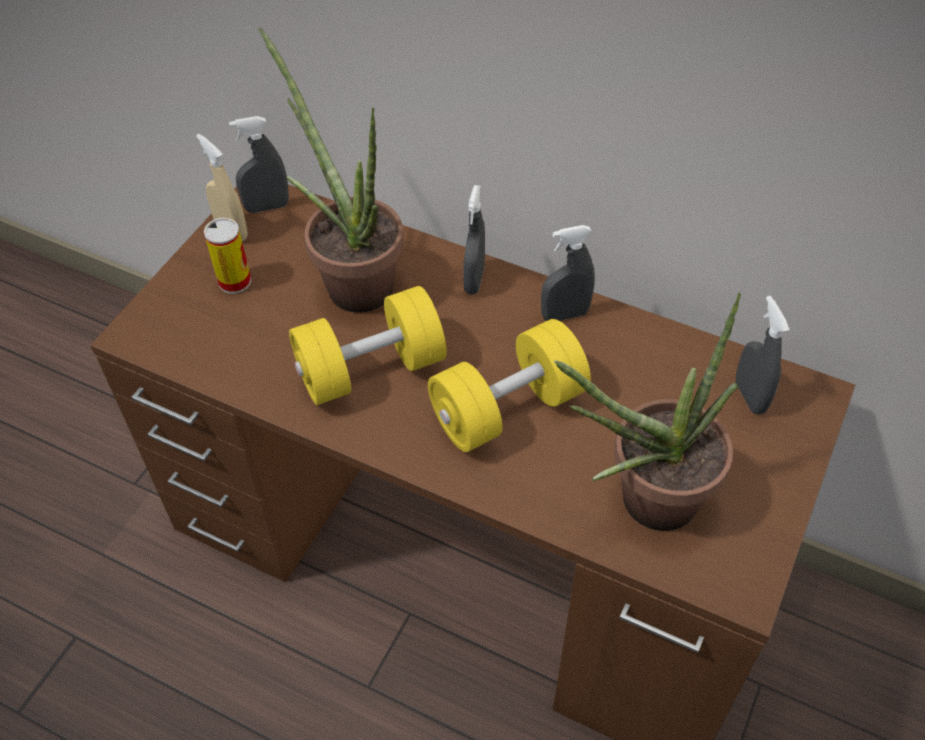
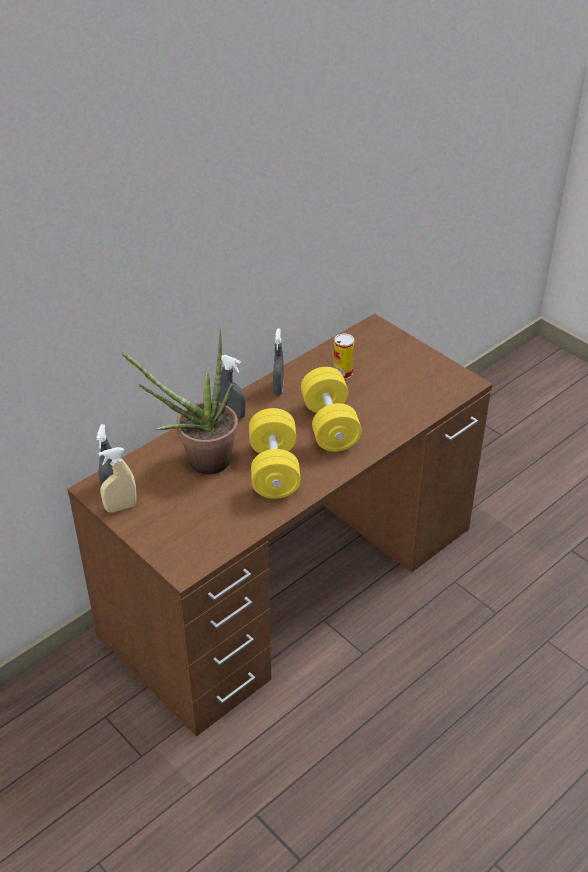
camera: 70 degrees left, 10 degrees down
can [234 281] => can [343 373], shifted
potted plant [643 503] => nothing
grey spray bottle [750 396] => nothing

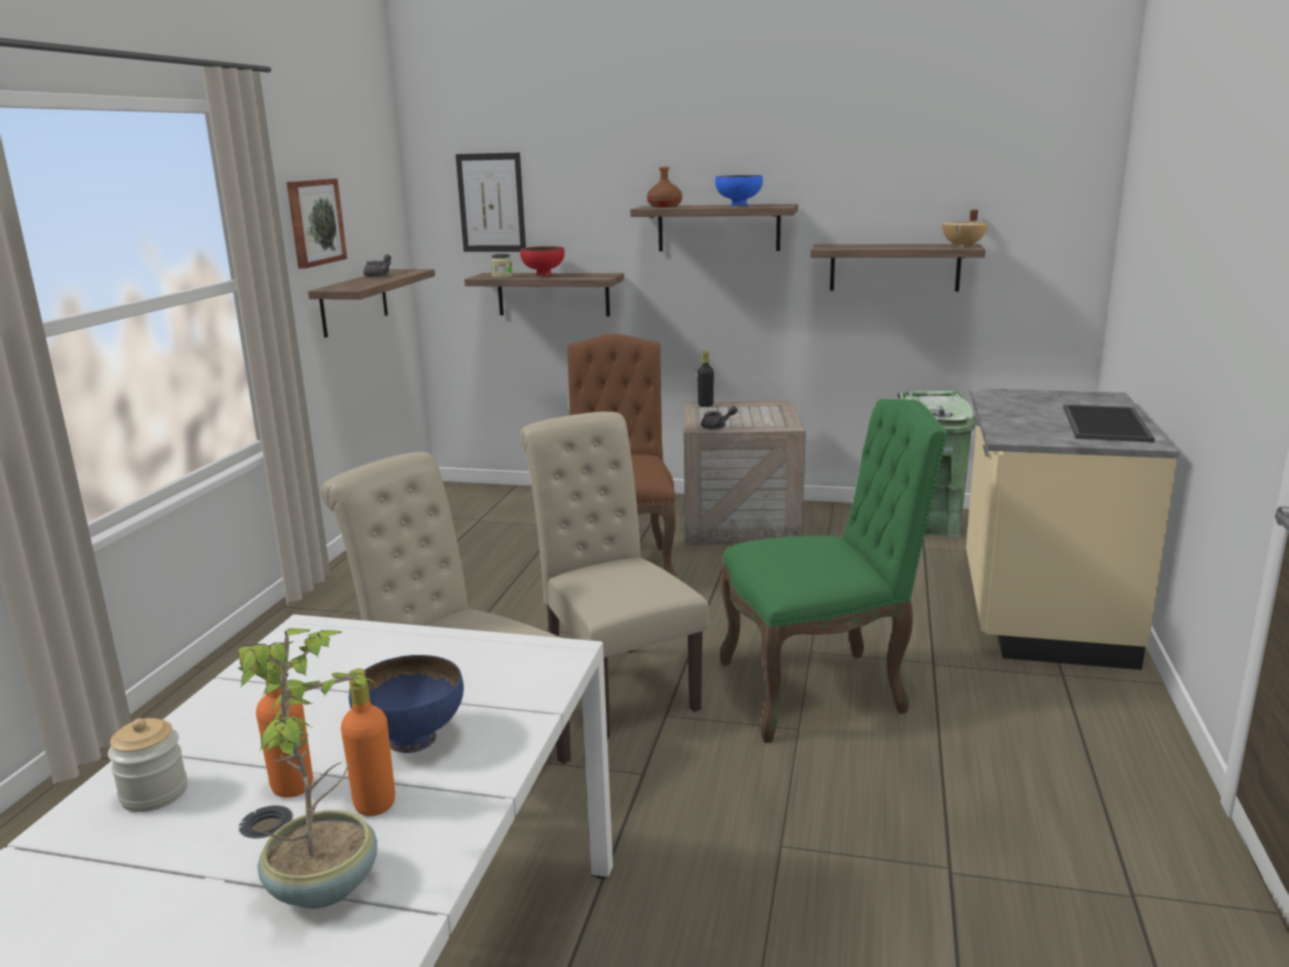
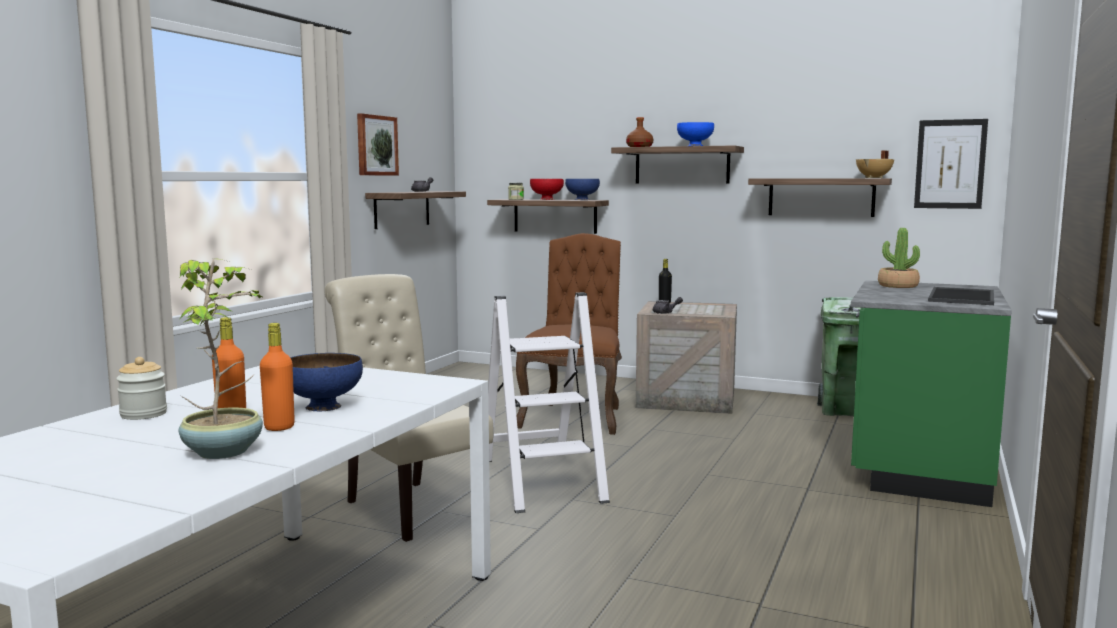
camera: 10 degrees right, 10 degrees down
picture [491 203] => picture [950 164], shifted
beige chair [615 684] => white step ladder [541 479]
green chair [817 690] => nothing
beige counter [1039 614] => green counter [917 468]
nothing => blue bowl [582 200]
nothing => potted plant [897 286]

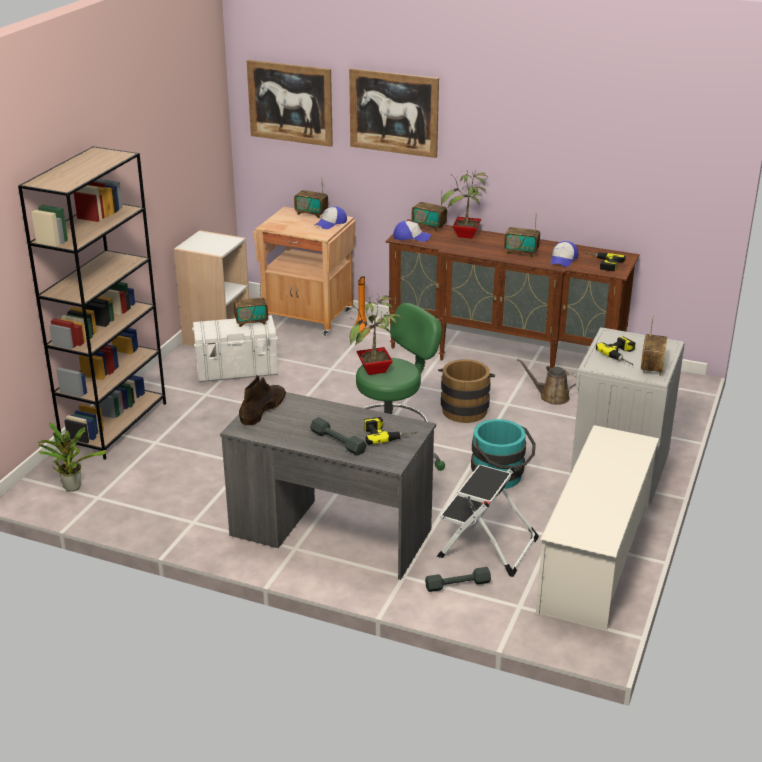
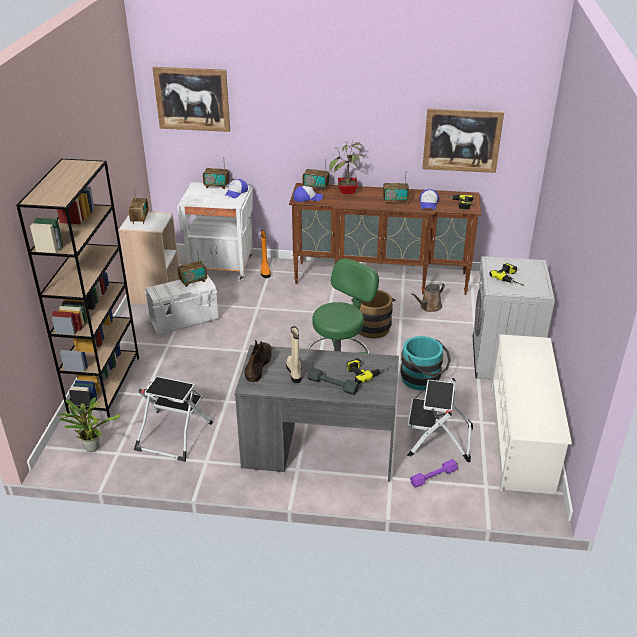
camera: 15 degrees left, 5 degrees up
brown cart [309 319] => white cart [221 268]
picture [394 112] => picture [462 140], shifted
potted plant [374 371] => nothing
grey dumbbell [457 585] => purple dumbbell [433 477]
brown watering can [551 397] => brown watering can [429 307], 45 degrees counterclockwise
radio [652 367] => radio [139 219], shifted
nothing => step ladder [173 434]
nothing => beige boot [294 372]

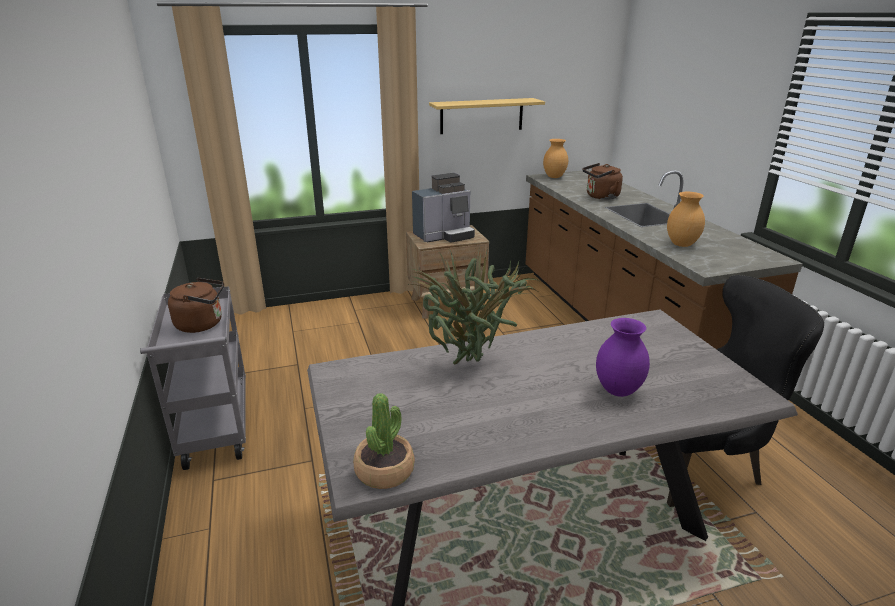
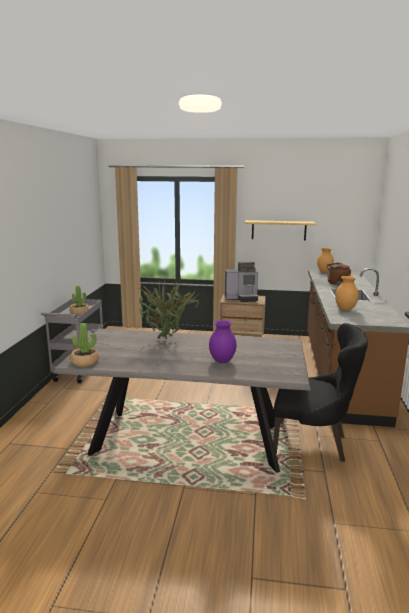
camera: 25 degrees right, 10 degrees down
brown kettle [203 324] => potted plant [79 313]

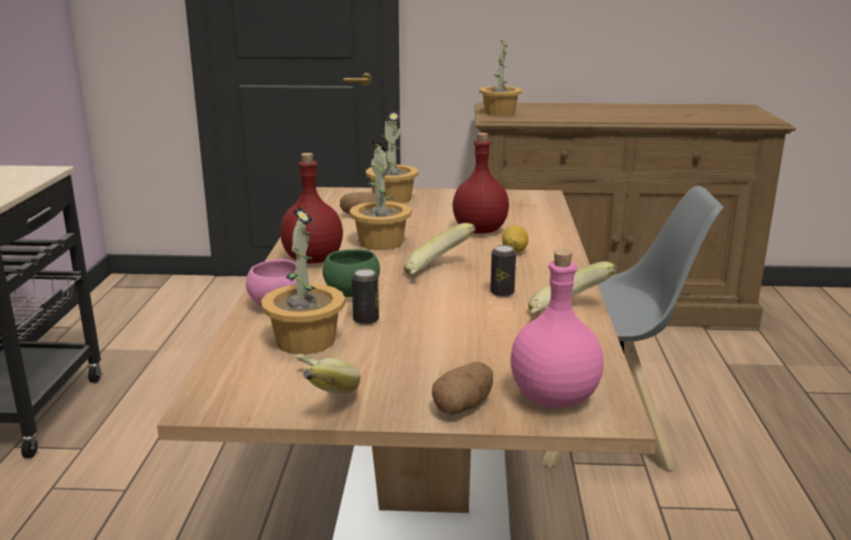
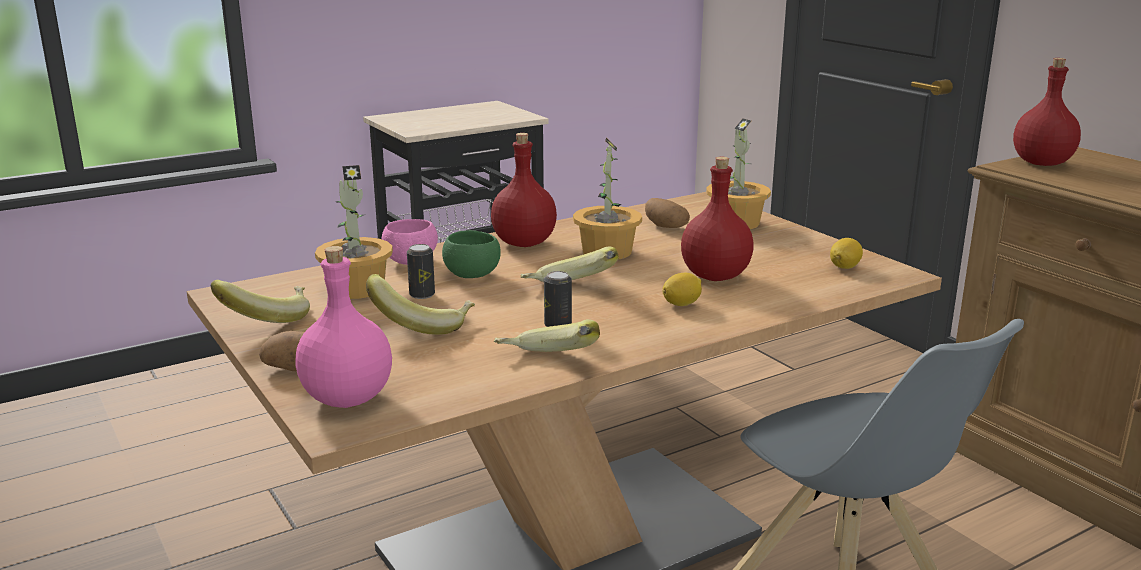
camera: 55 degrees right, 0 degrees up
potted plant [499 113] => red bottle [1041 163]
nothing => banana [423 325]
nothing => lemon [844 267]

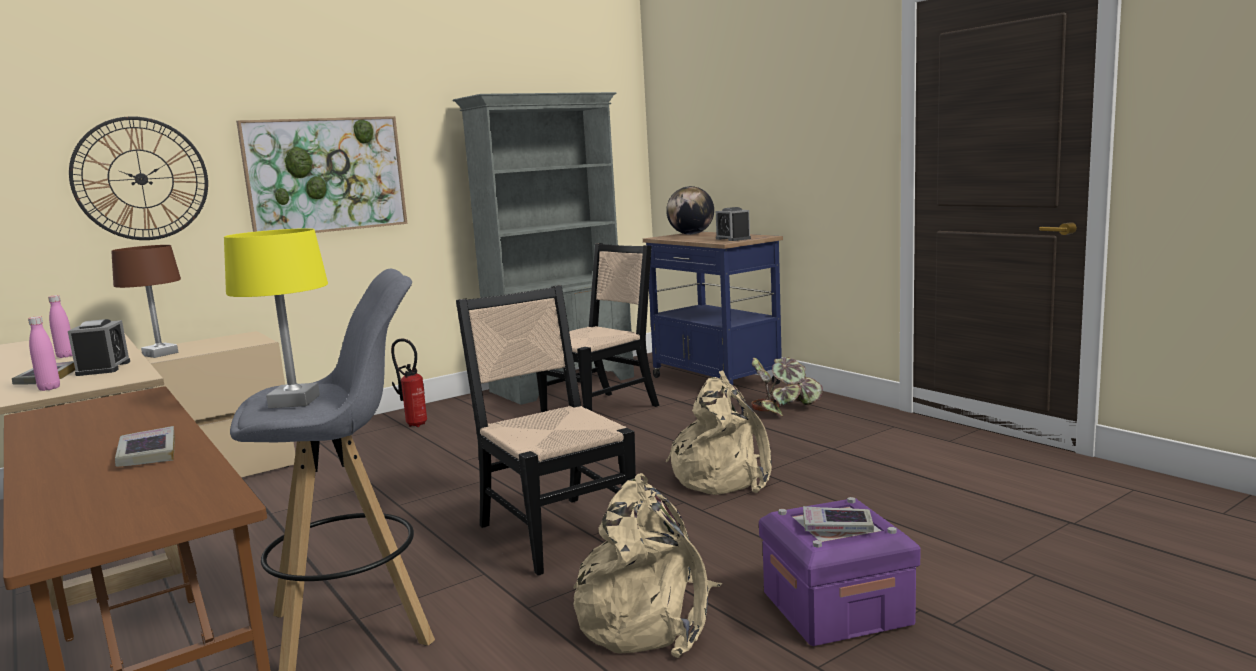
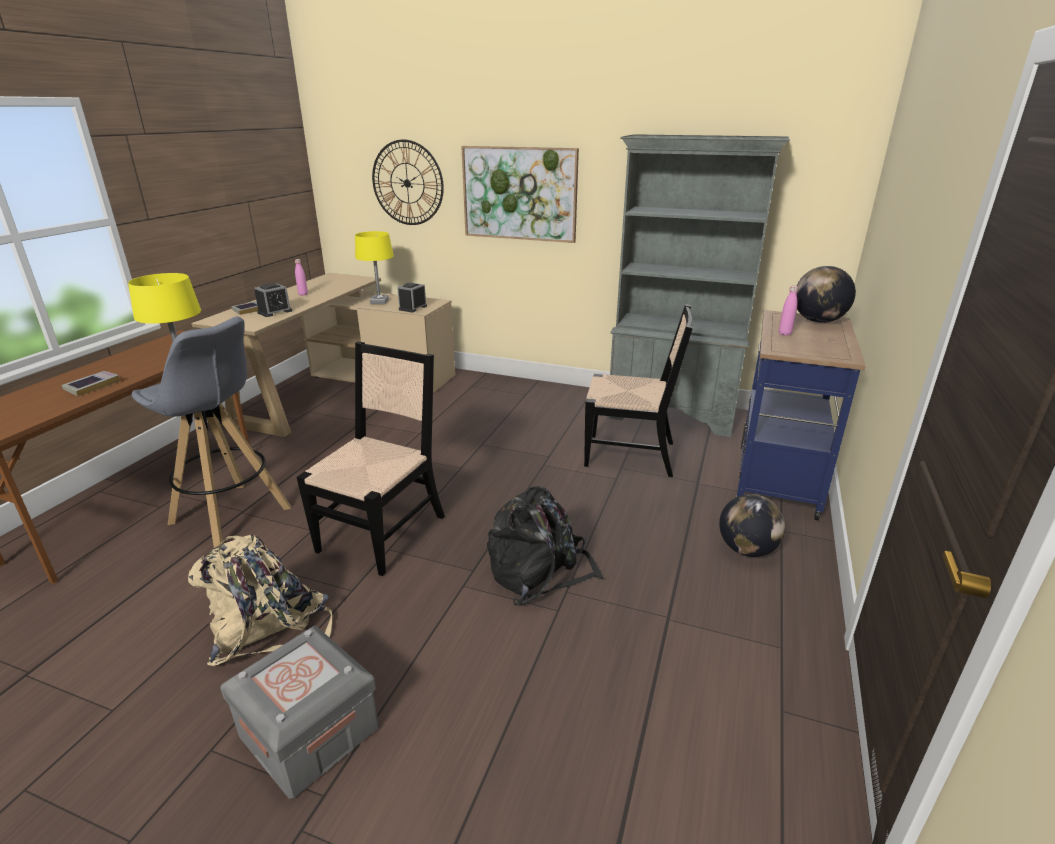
camera: 55 degrees right, 15 degrees up
pink bottle [49 388] => pink bottle [784 334], shifted
brown table lamp [160 354] => yellow table lamp [379 302]
fire extinguisher [414 424] => nothing
beige backpack [722 476] => black backpack [540 572]
alarm clock [733 239] => alarm clock [413 308], shifted
potted plant [784 409] => globe [747 549]
purple storage box [836 608] => grey storage box [309 732]
book [837 526] => nothing

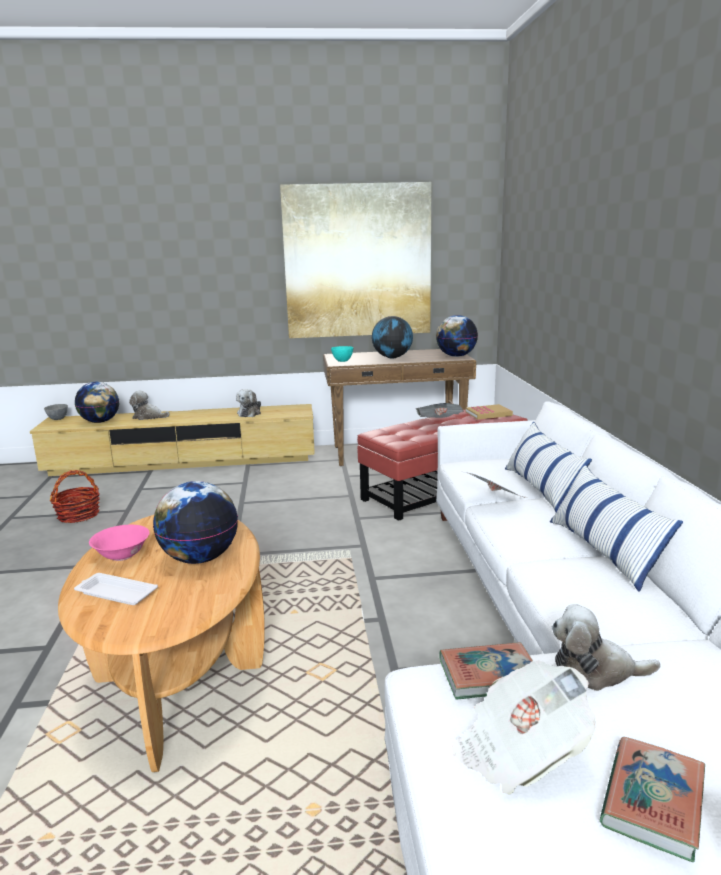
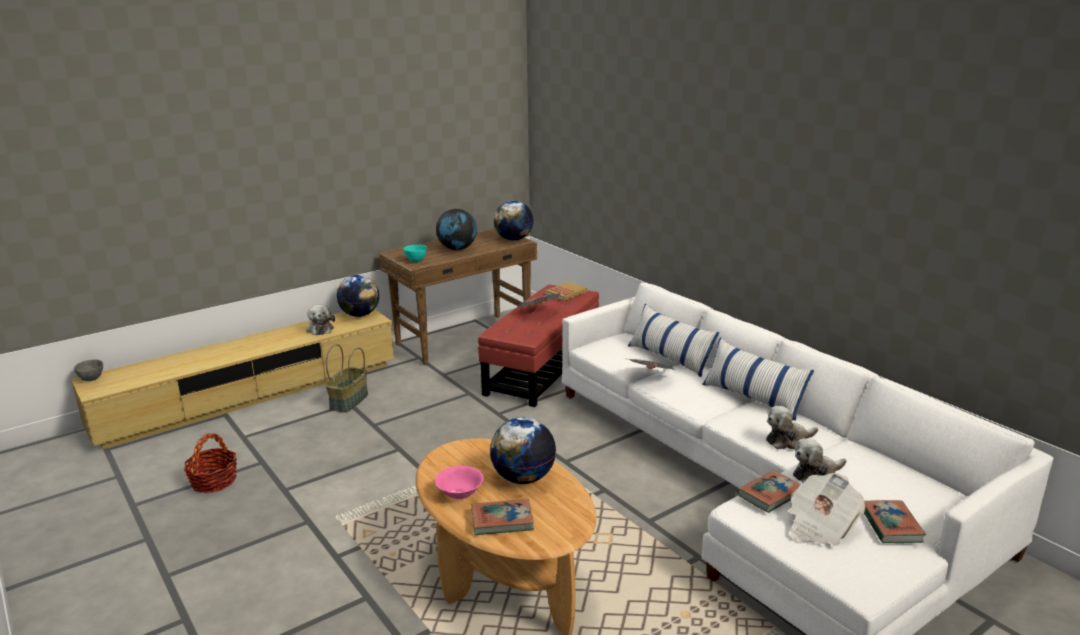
camera: 30 degrees left, 5 degrees up
white tray [115 593] => book [502 520]
globe [100 422] => globe [360 315], shifted
plush toy [148 417] => plush toy [788 440], shifted
picture [357 261] => nothing
nothing => basket [349 402]

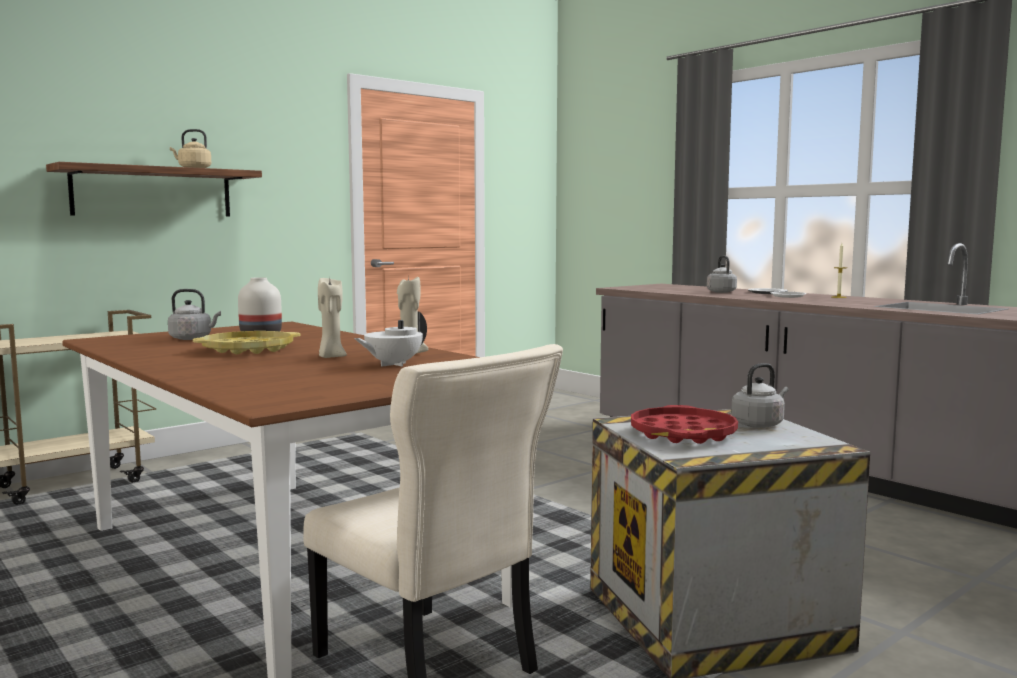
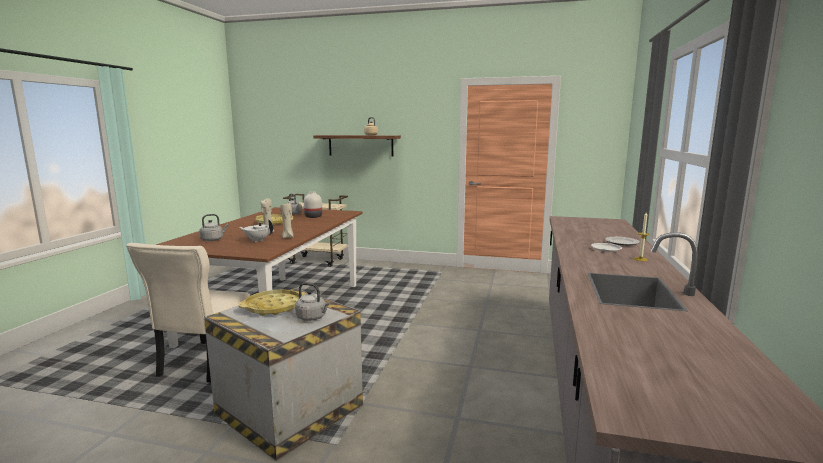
camera: 55 degrees right, 5 degrees up
red tray [683 434] => yellow tray [274 307]
grey kettle [720 292] => grey kettle [213 239], shifted

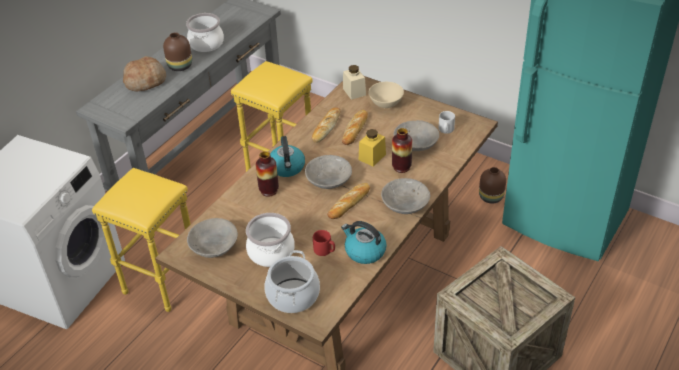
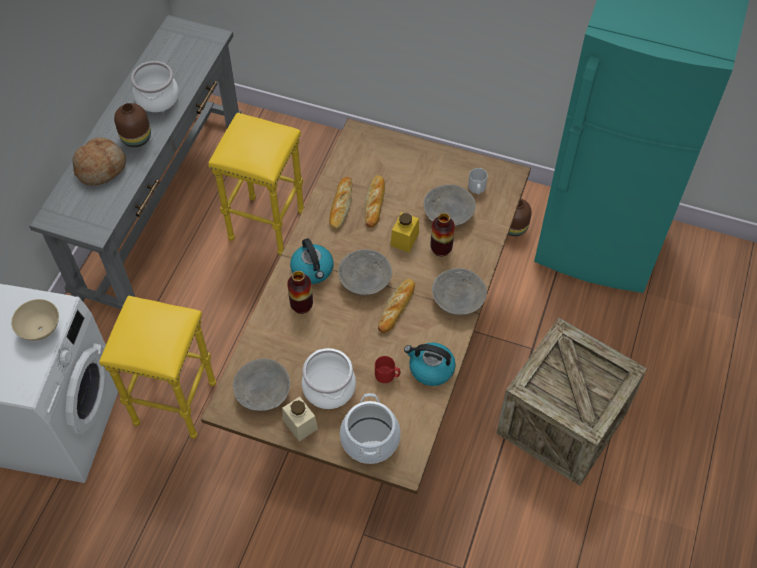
camera: 15 degrees left, 15 degrees up
beige jar [354 92] => beige jar [300 424], shifted
beige bowl [386 105] => beige bowl [41 329], shifted

